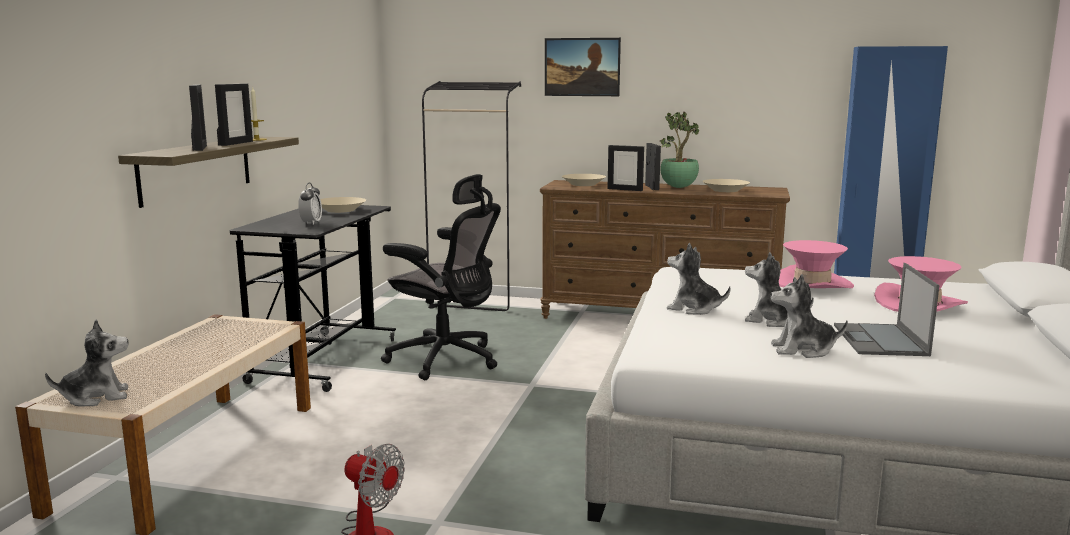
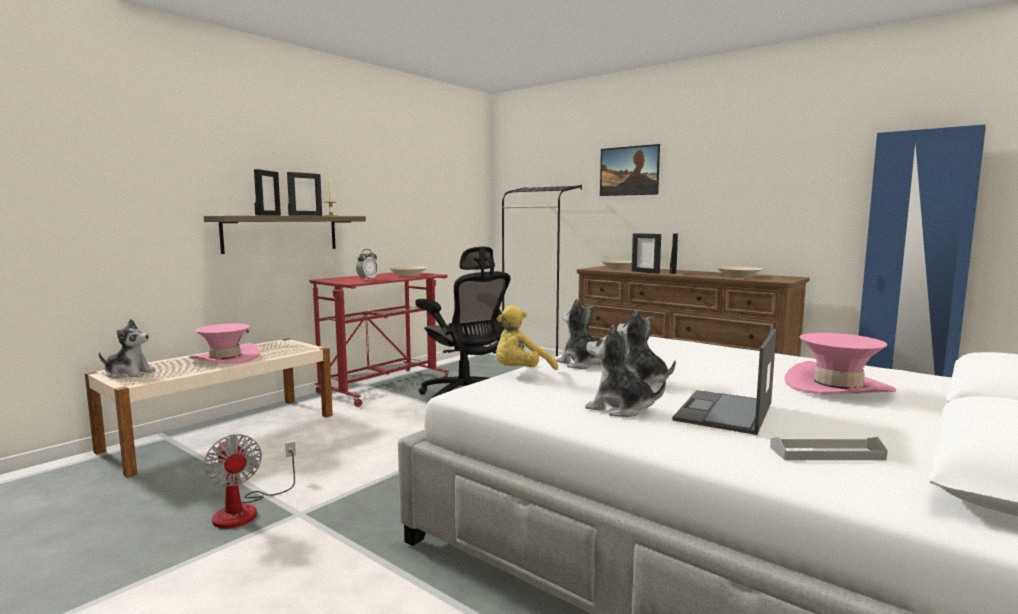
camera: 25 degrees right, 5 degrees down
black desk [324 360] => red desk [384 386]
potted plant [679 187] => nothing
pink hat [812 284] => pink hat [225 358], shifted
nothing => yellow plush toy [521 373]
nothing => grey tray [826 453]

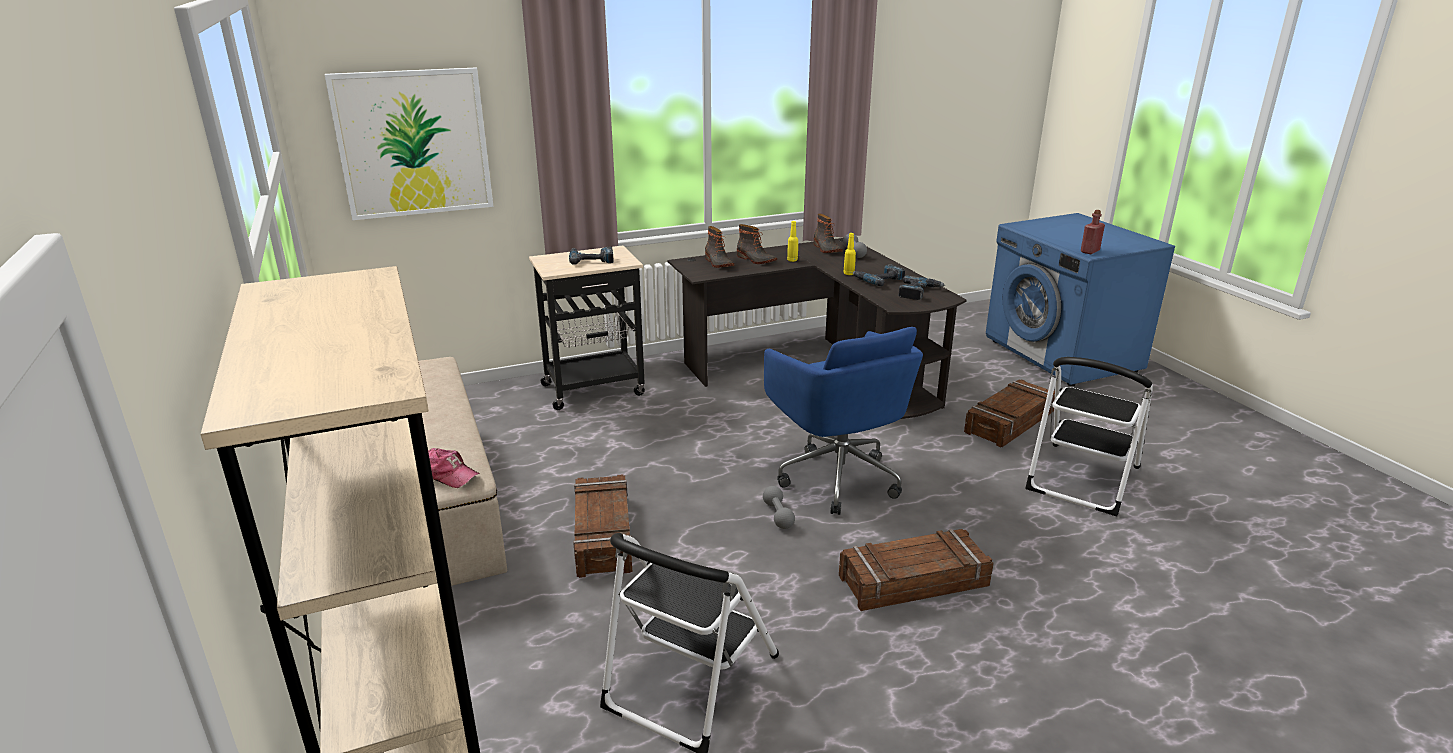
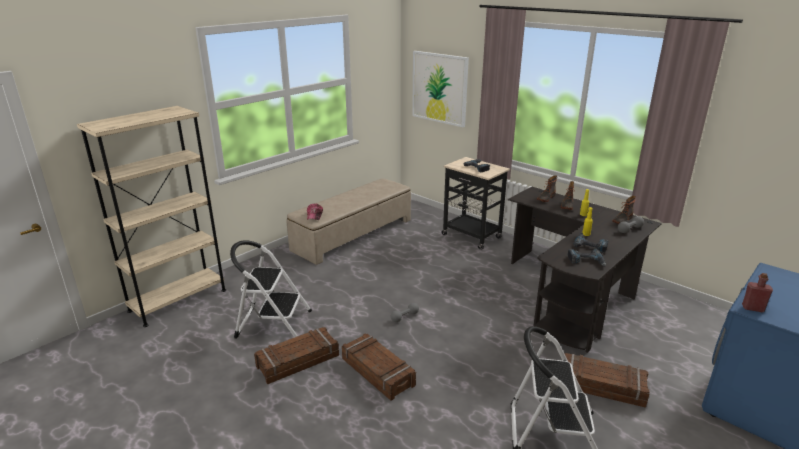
camera: 65 degrees right, 0 degrees up
crate [602 535] => crate [297 361], shifted
blue office chair [835 477] => nothing

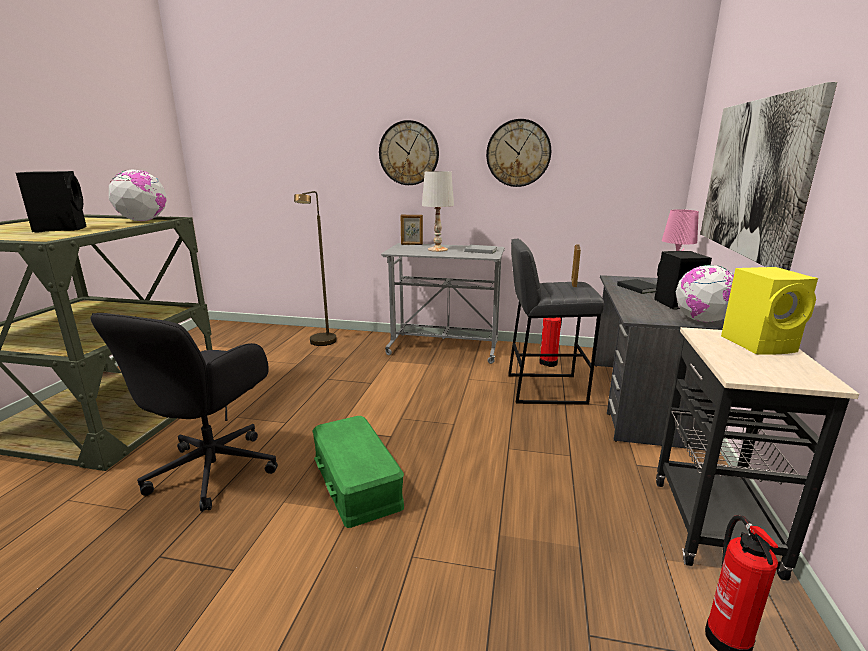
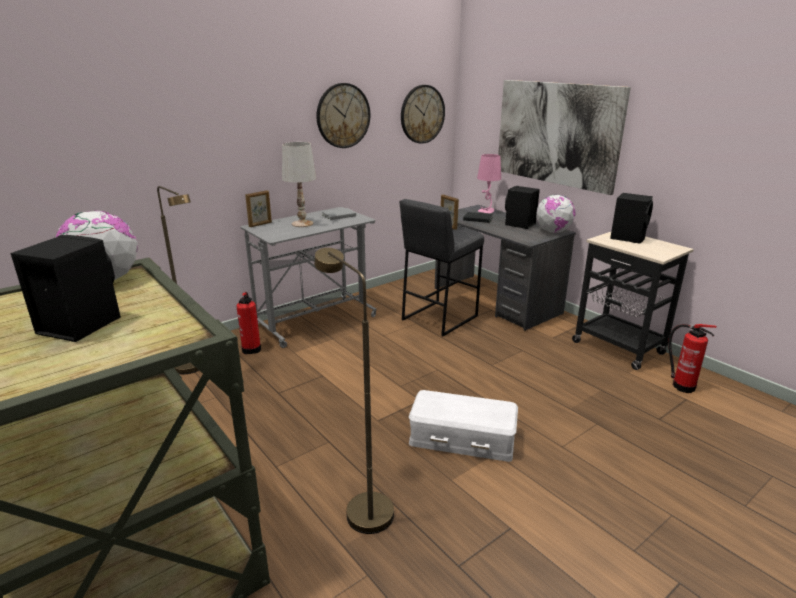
camera: 50 degrees left, 5 degrees up
black office chair [212 471] => brown floor lamp [361 507]
green storage box [358 481] => white storage box [462 437]
wall clock [409 153] => wall clock [422 114], shifted
fire extinguisher [549 362] => fire extinguisher [252 348], shifted
yellow speaker [760 344] => black speaker [628 237]

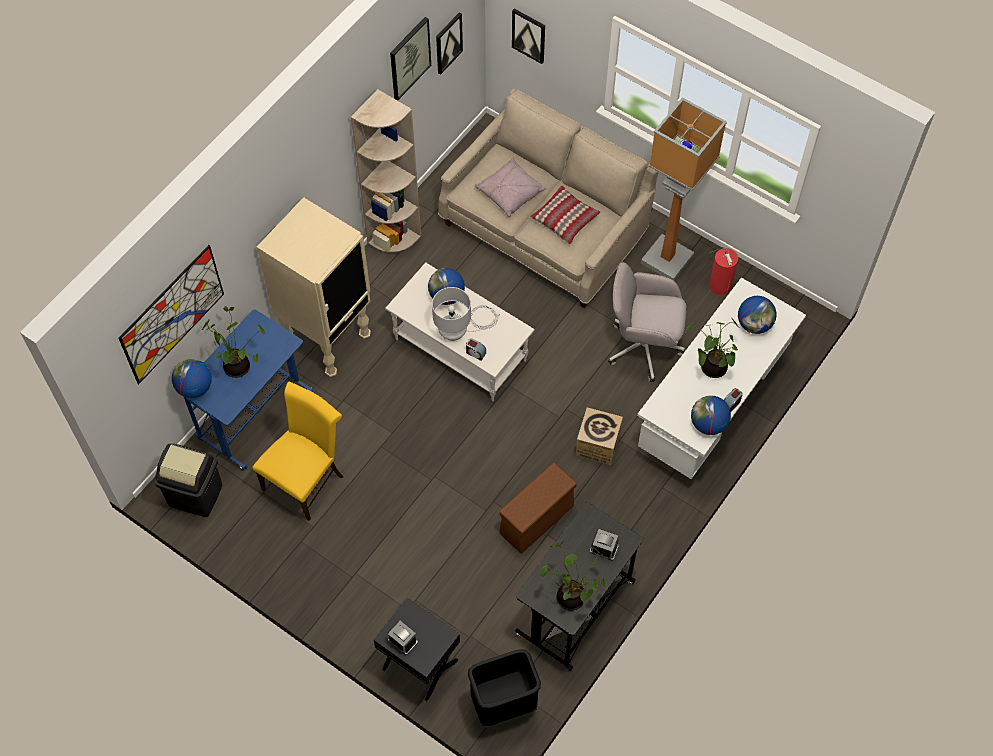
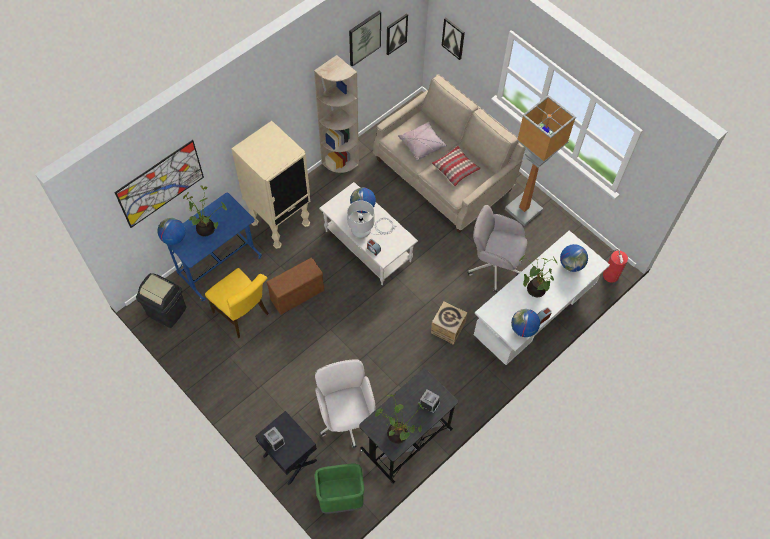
camera: 10 degrees right, 0 degrees up
yellow chair [306 479] => yellow chair [243 315], 90 degrees clockwise
black trash can [504 704] => green trash can [341 498]
brown storage box [536 520] => brown storage box [296 295], shifted
fire extinguisher [719 284] => fire extinguisher [610 274], shifted
nothing => white office chair [347 419]

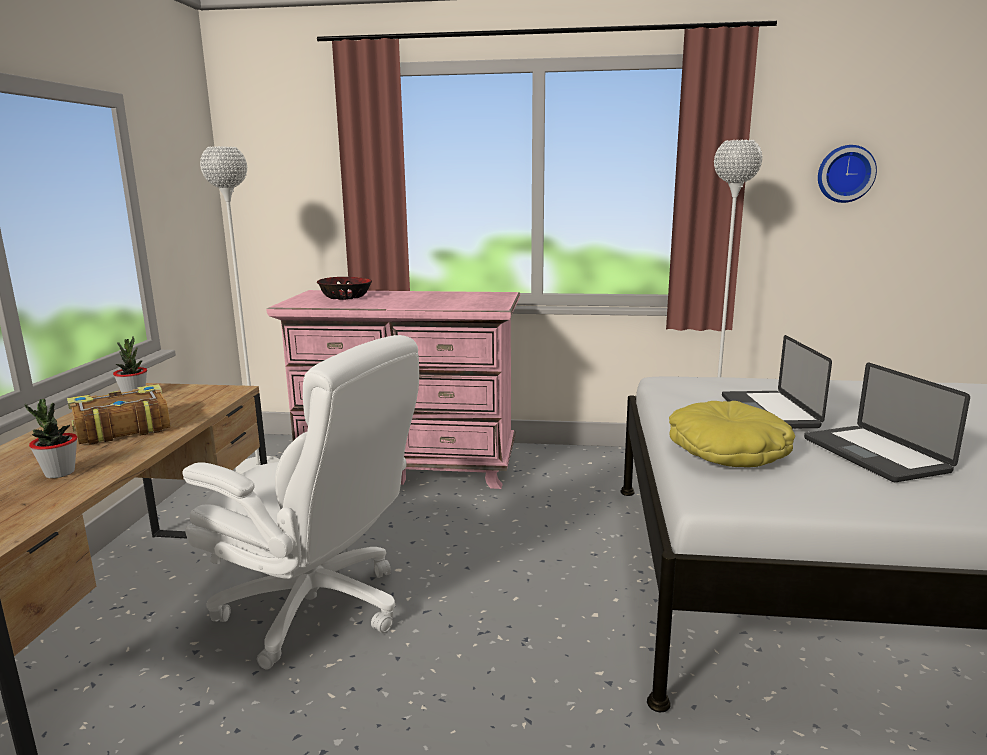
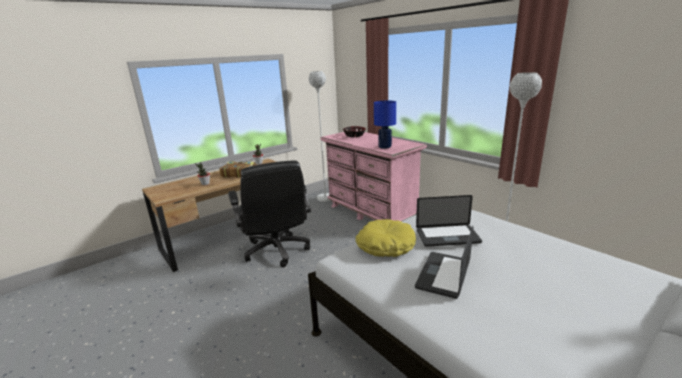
camera: 45 degrees right, 5 degrees up
white office chair [319 612] => black office chair [276 252]
laptop [769 411] => laptop [447 236], 135 degrees counterclockwise
wall clock [844 174] => nothing
nothing => blue table lamp [385 147]

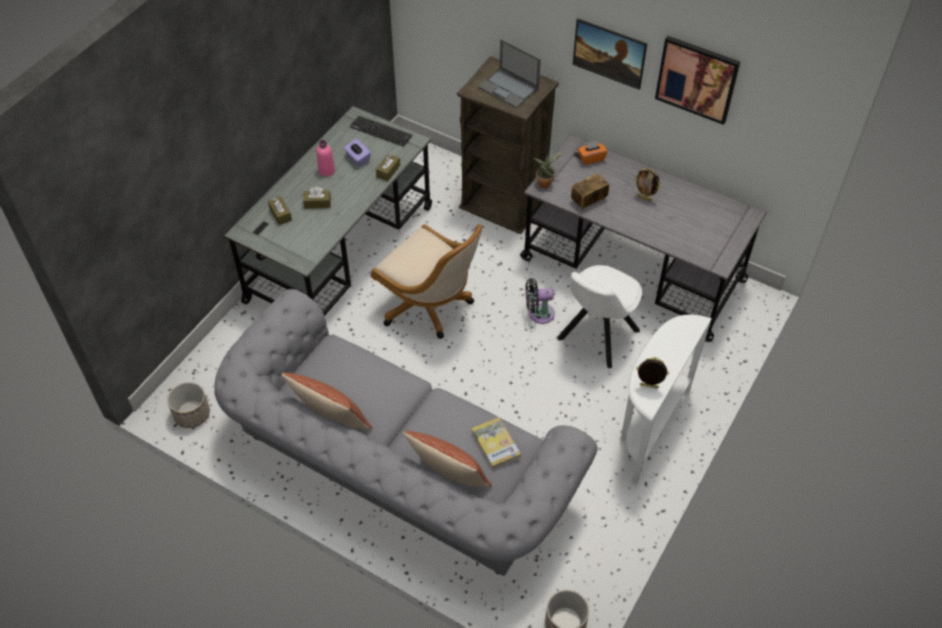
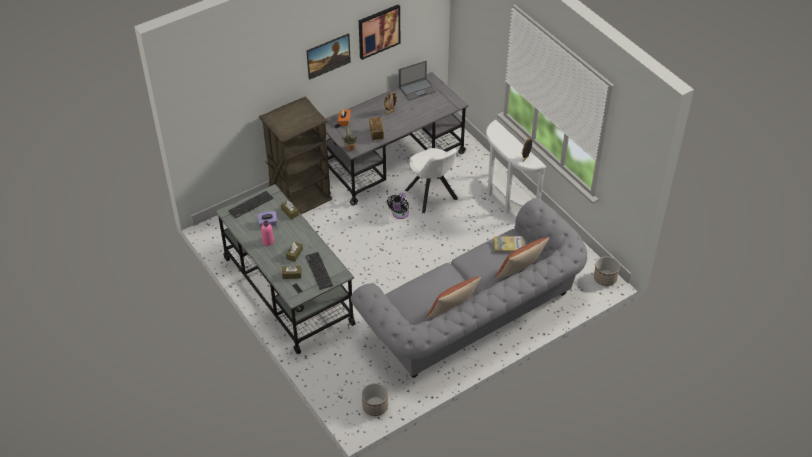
camera: 65 degrees left, 5 degrees down
office chair [430 306] => nothing
laptop [509 88] => laptop [417 89], shifted
nothing => keyboard [319 271]

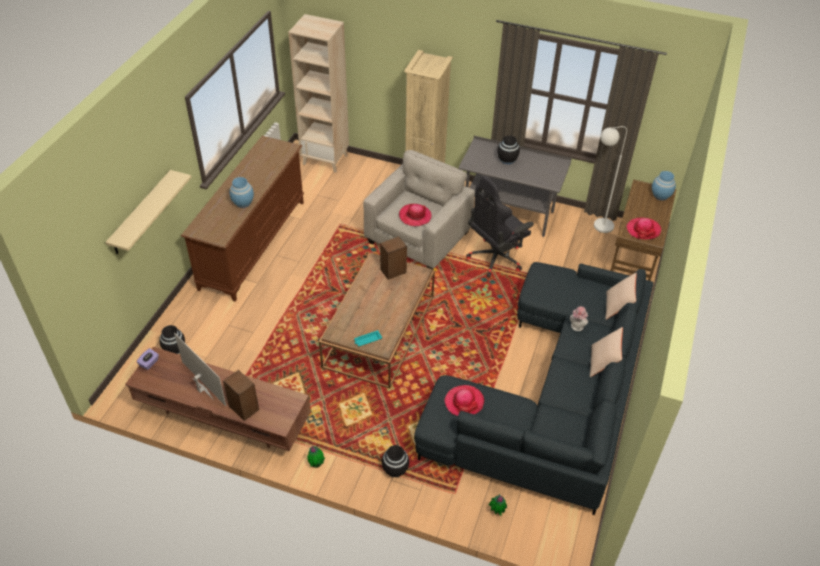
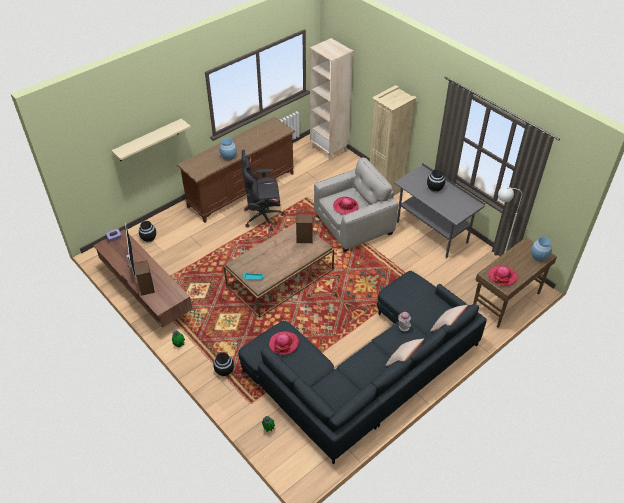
camera: 30 degrees right, 0 degrees up
black office chair [496 258] => black office chair [263 217], shifted

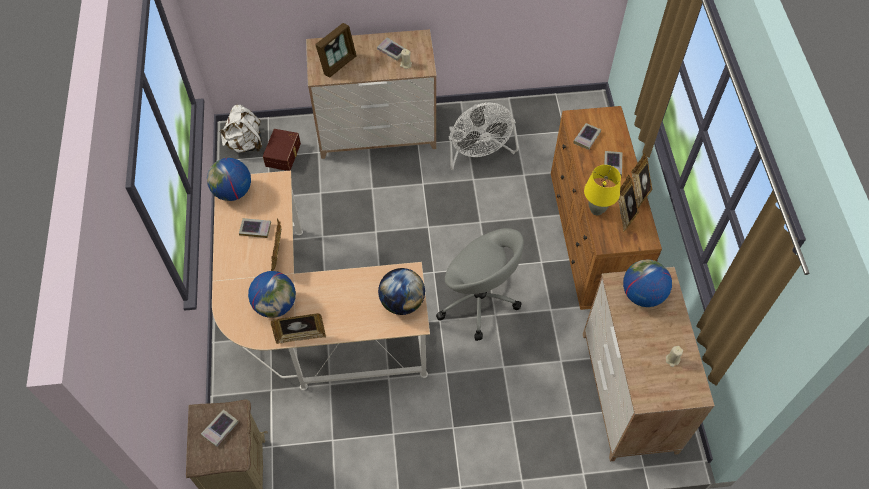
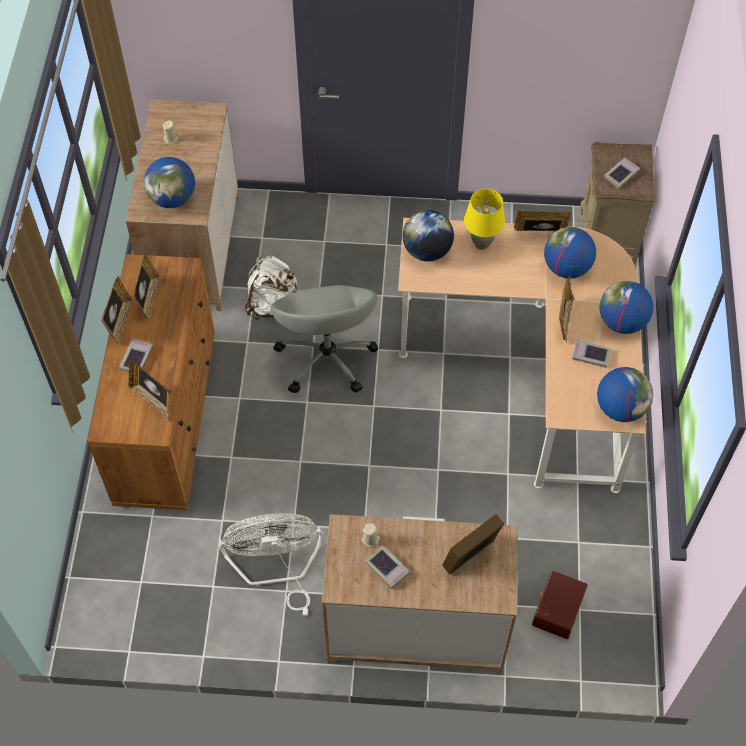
camera: 170 degrees left, 0 degrees up
white backpack [245 143] => white backpack [271 303], shifted
grey office chair [480 303] => grey office chair [327 361], 150 degrees counterclockwise
book [587 138] => picture frame [153 400]
yellow table lamp [596 210] => yellow table lamp [482 243], shifted
nothing => globe [621 322]

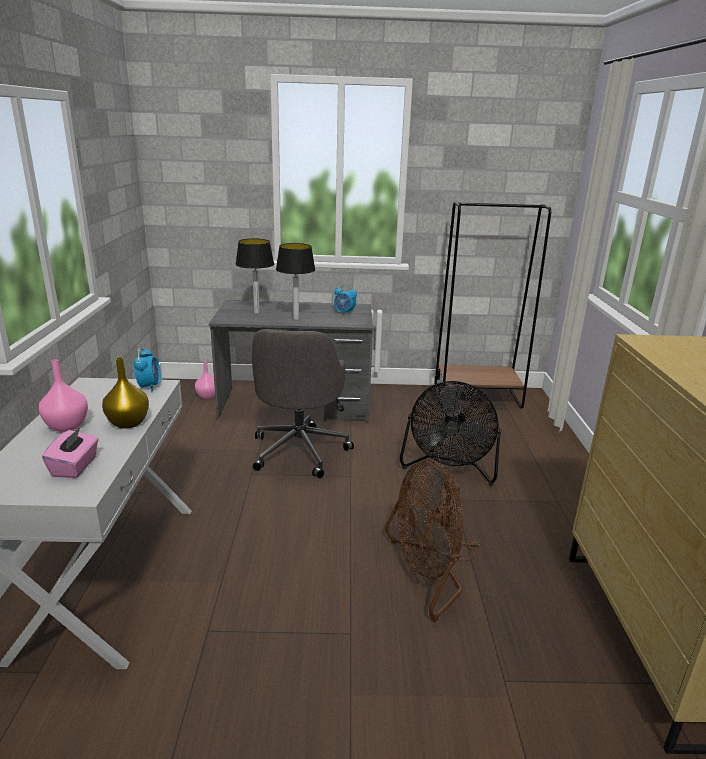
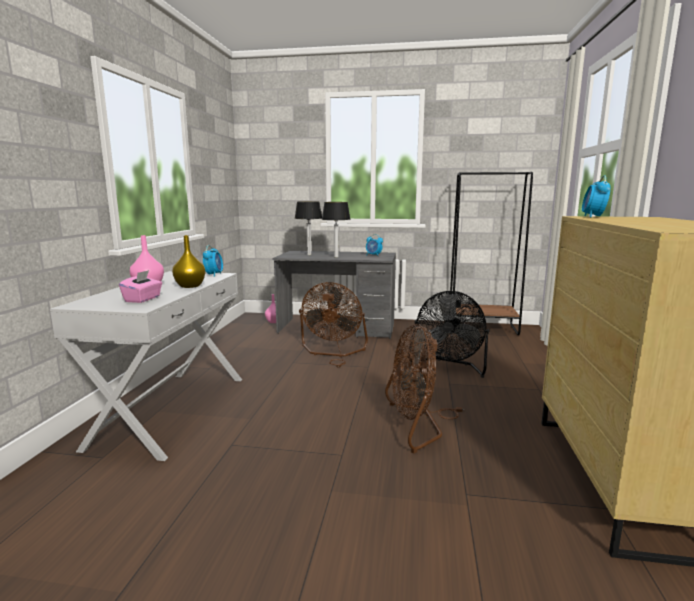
camera: 10 degrees right, 10 degrees down
grey office chair [299 452] => brown fan [332 352]
nothing => alarm clock [593 216]

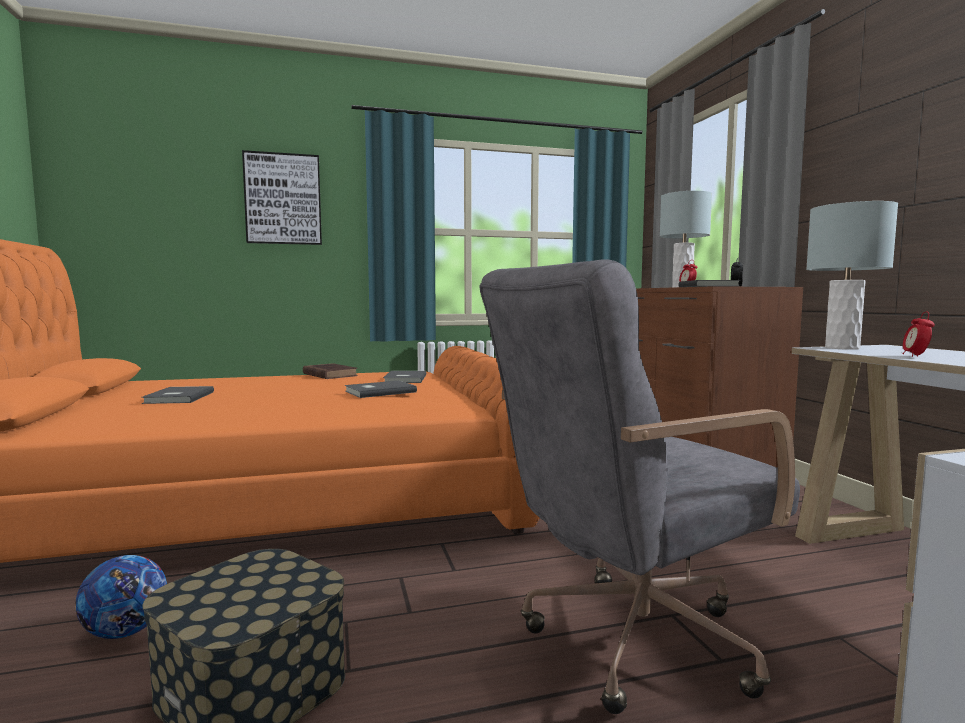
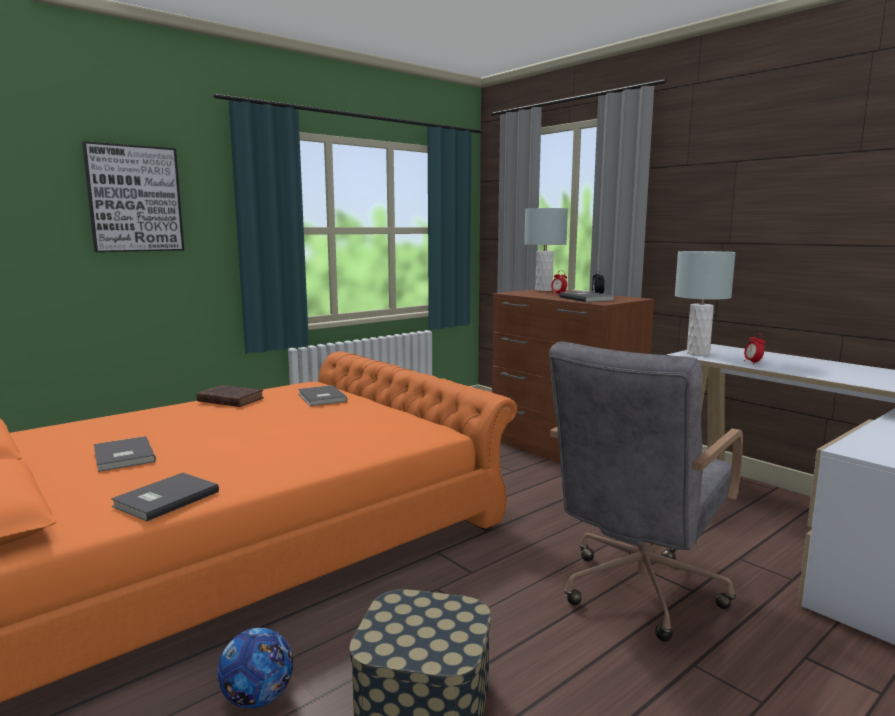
camera: 25 degrees left, 5 degrees up
grey book [379 391] => grey book [164 499], shifted

